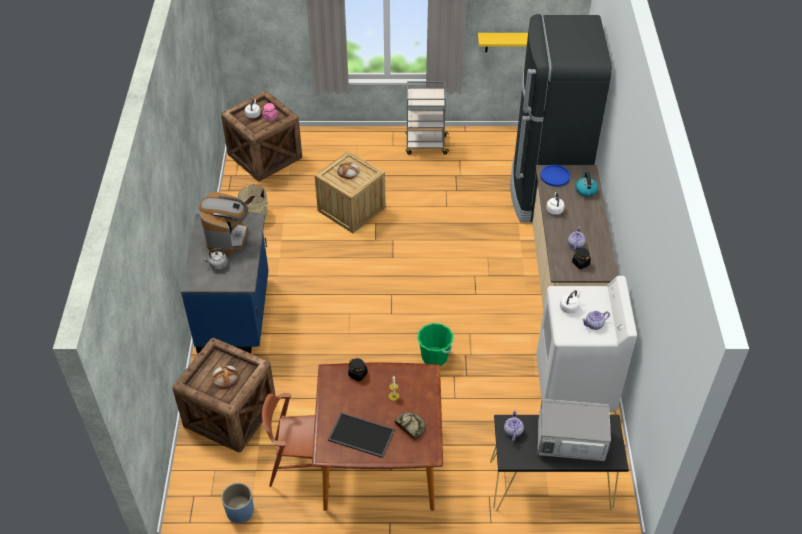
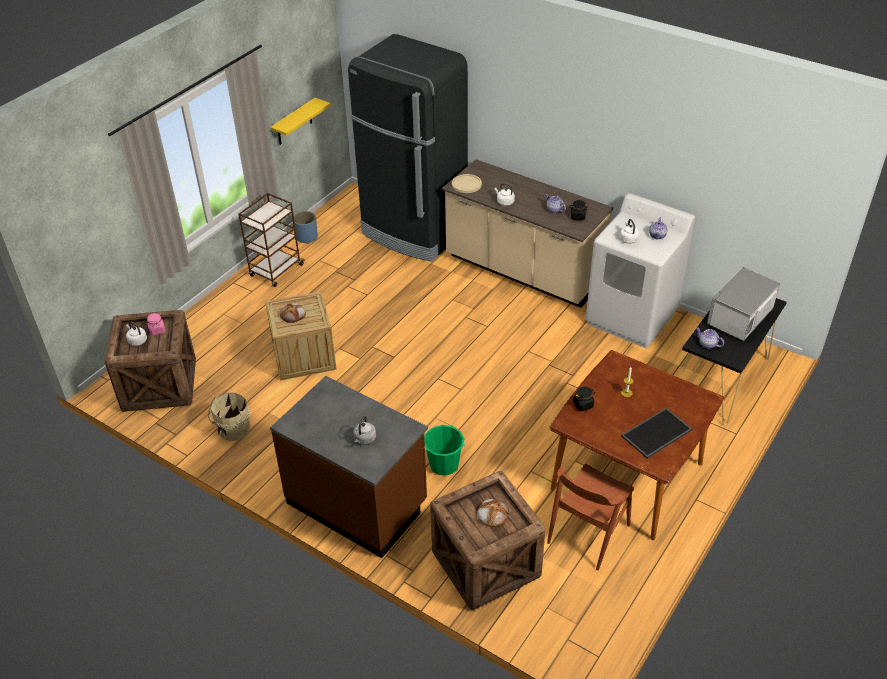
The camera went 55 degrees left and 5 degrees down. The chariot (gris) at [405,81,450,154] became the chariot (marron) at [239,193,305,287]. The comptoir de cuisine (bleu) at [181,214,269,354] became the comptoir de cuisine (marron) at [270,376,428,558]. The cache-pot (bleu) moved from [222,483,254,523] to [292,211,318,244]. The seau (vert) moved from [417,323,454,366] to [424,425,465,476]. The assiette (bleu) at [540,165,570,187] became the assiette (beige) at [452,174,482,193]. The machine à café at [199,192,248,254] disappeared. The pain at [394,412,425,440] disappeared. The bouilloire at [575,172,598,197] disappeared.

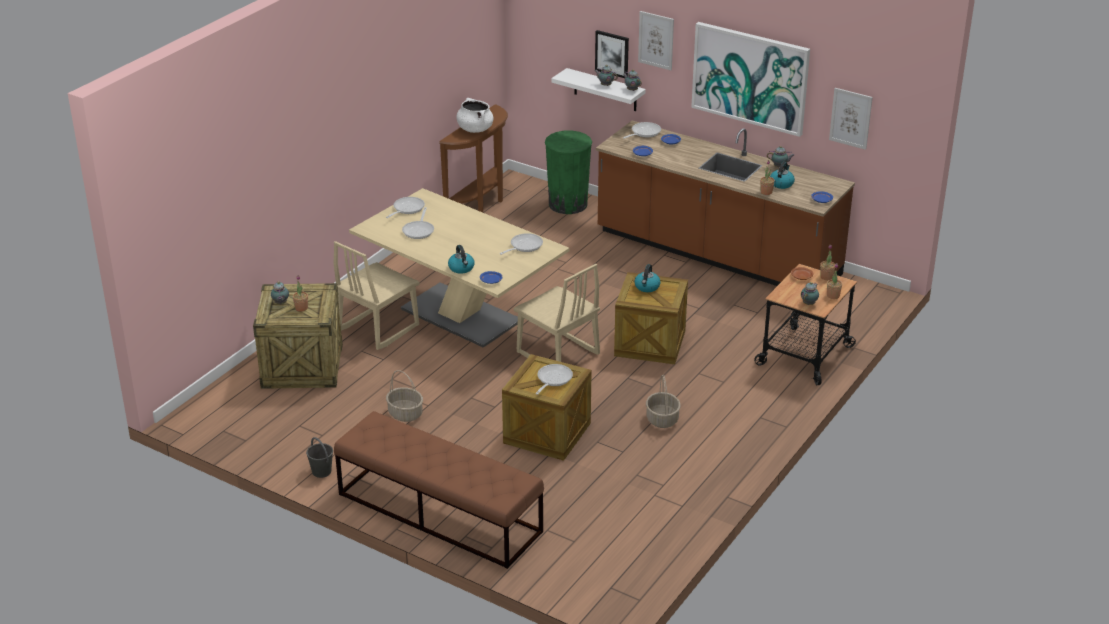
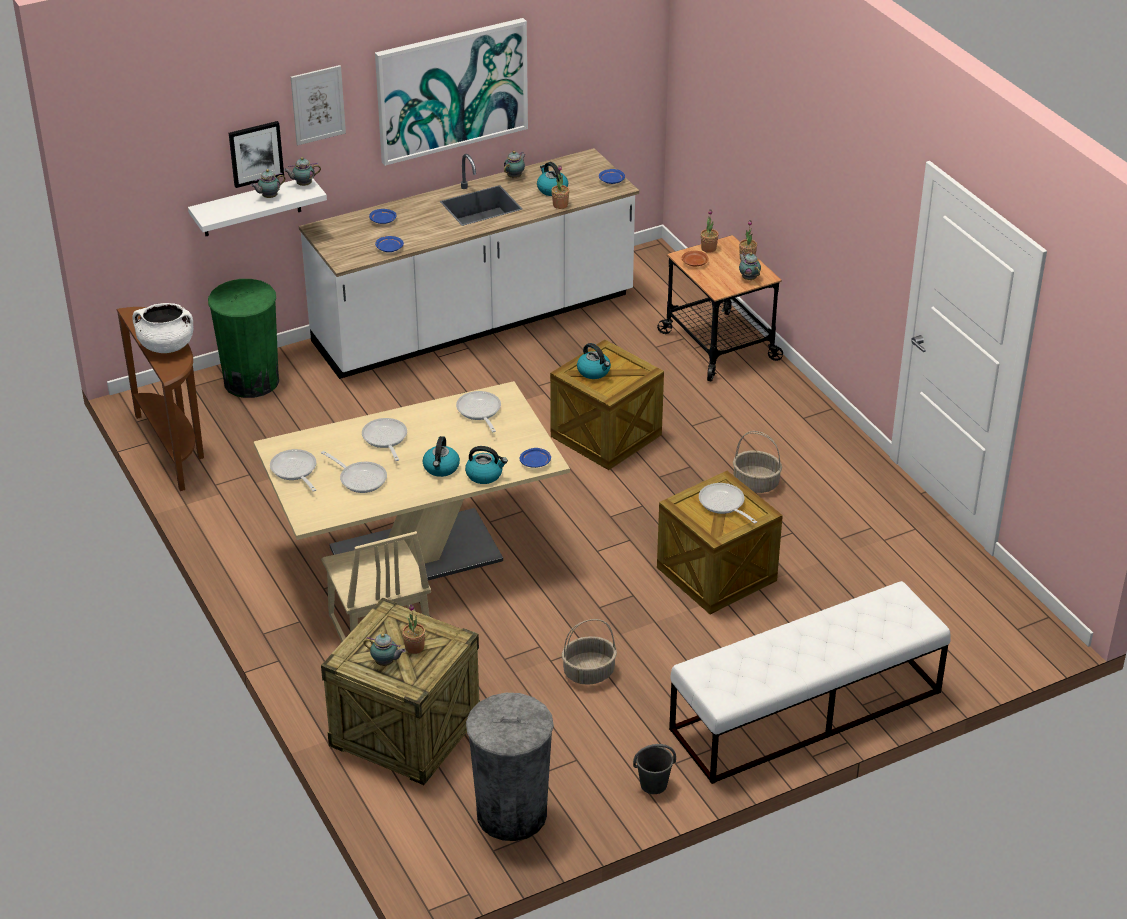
The camera went 60 degrees left and 5 degrees up. The comptoir de cuisine (marron) at [596,120,855,286] became the comptoir de cuisine (blanc) at [299,148,639,379]. The poêle moved from [623,122,661,139] to [362,418,407,461]. The bouilloire at [423,436,460,477] appeared. The poubelle (gris) at [466,693,554,841] appeared. The banc (marron) at [334,411,544,569] became the banc (blanc) at [669,581,951,784]. The chaise (beige) at [514,264,600,362] disappeared. The tableau at [829,88,873,150] disappeared.

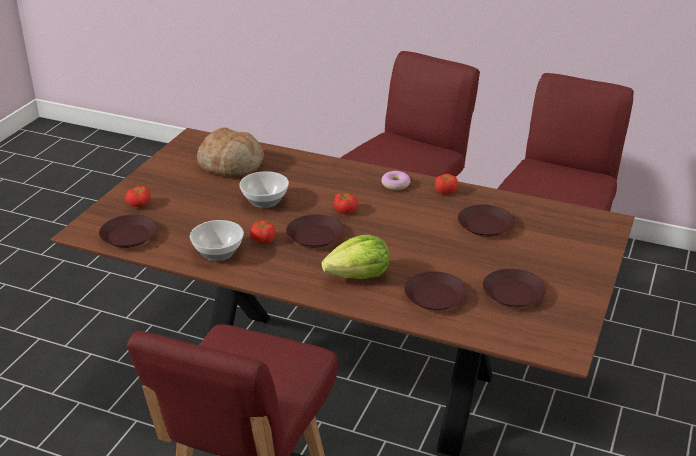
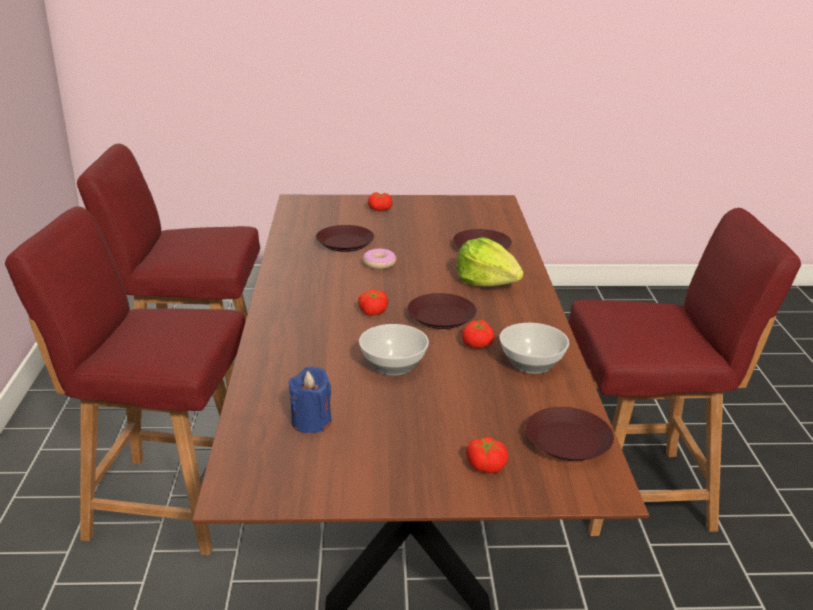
The camera went 115 degrees left and 5 degrees down. The pain at [197,127,264,177] was replaced by the bougie (bleu) at [288,366,332,433]. The beignet moved from [381,171,410,190] to [363,249,396,269]. The tomate moved from [435,174,458,194] to [368,192,393,211]. The assiette (marron) at [483,269,546,307] disappeared.

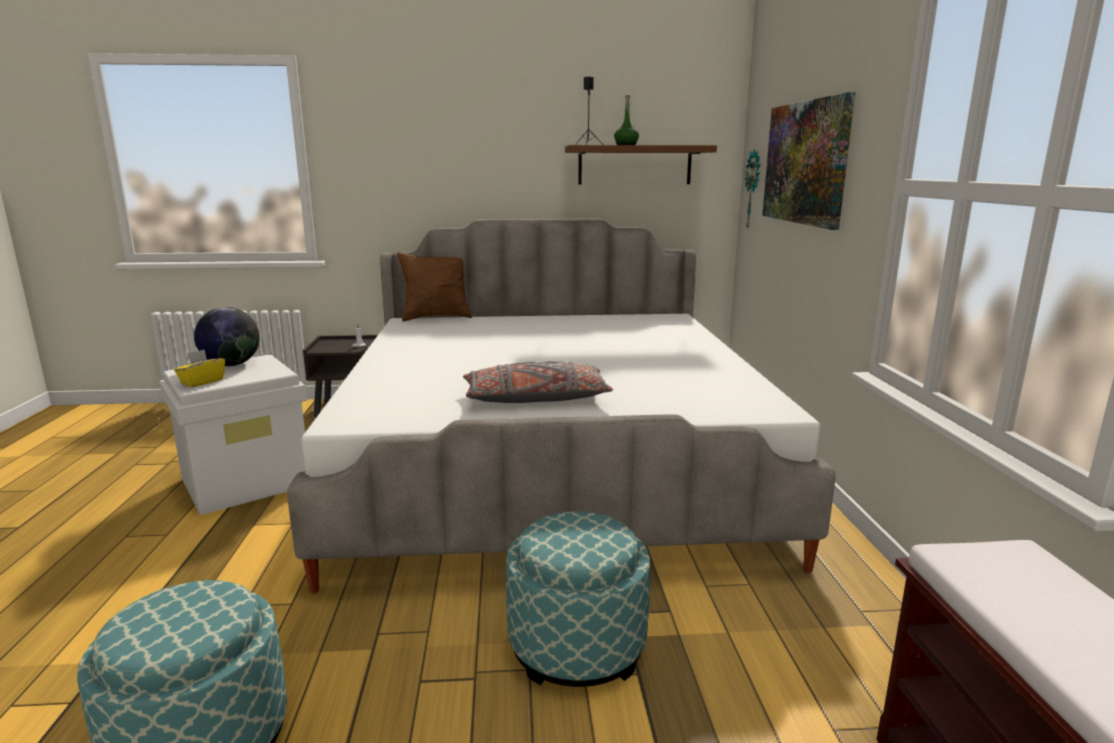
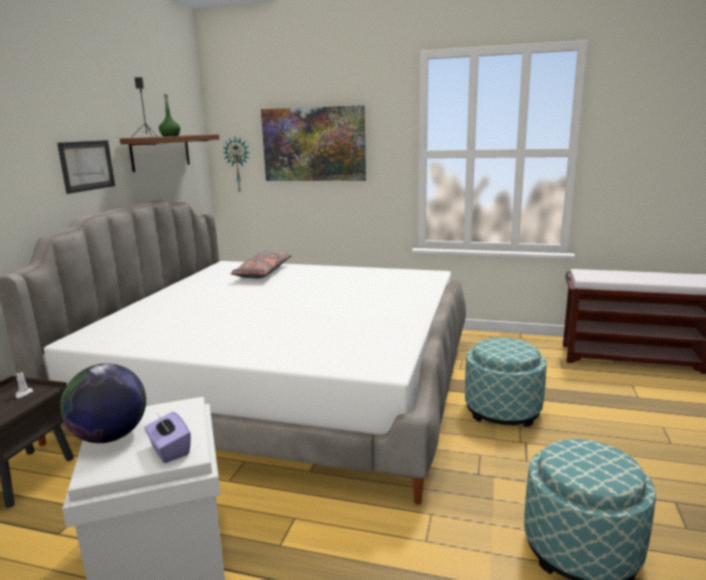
The camera went 70 degrees left and 0 degrees up. The tableau at [57,140,115,194] appeared. The boîte à mouchoirs (jaune) at [174,349,225,387] became the boîte à mouchoirs (violet) at [145,412,191,463]. The coussin (gris) moved from [463,361,613,403] to [231,251,292,279]. The coussin (marron) at [397,252,472,322] disappeared.

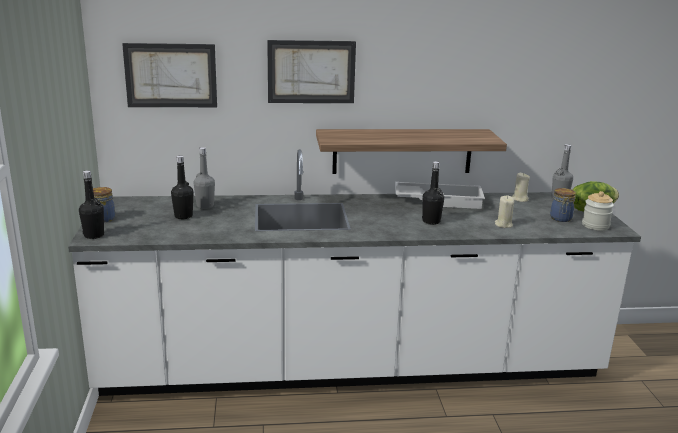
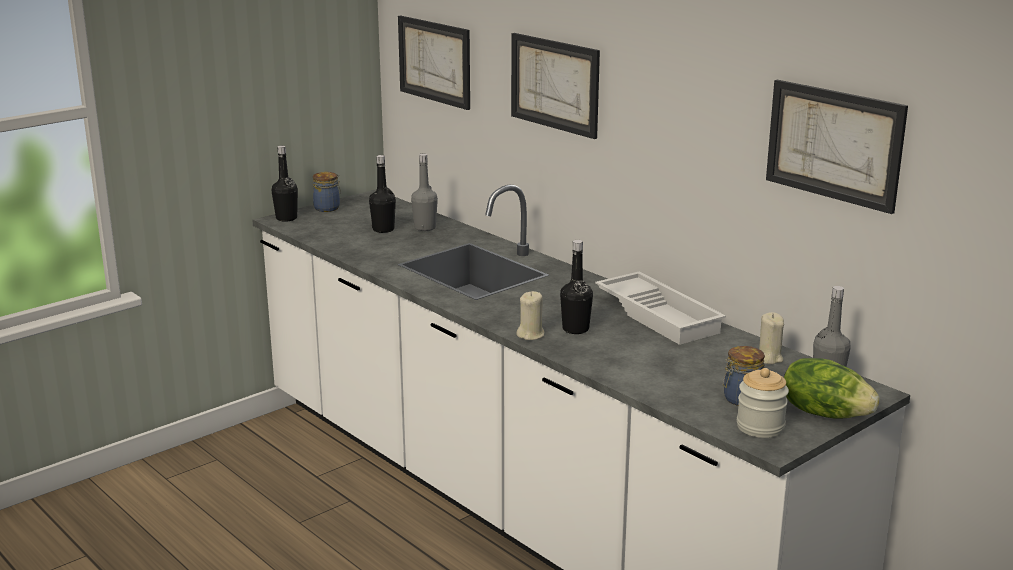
The camera went 55 degrees right and 0 degrees up. The bougie (beige) moved from [495,196,514,228] to [516,291,545,340]. The tableau at [766,80,908,214] appeared. The étagère at [316,129,507,174] disappeared.

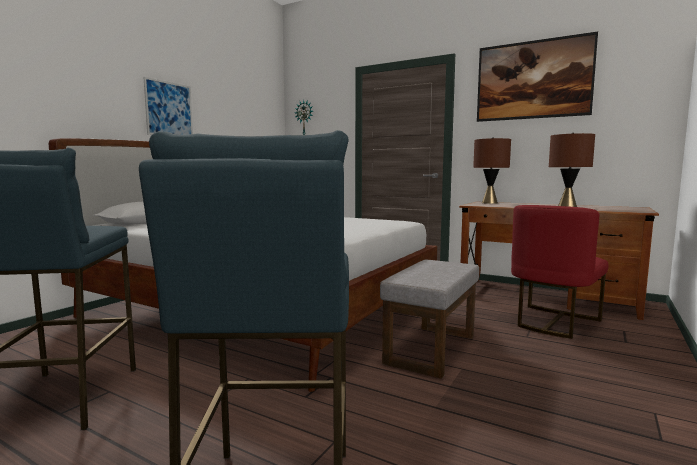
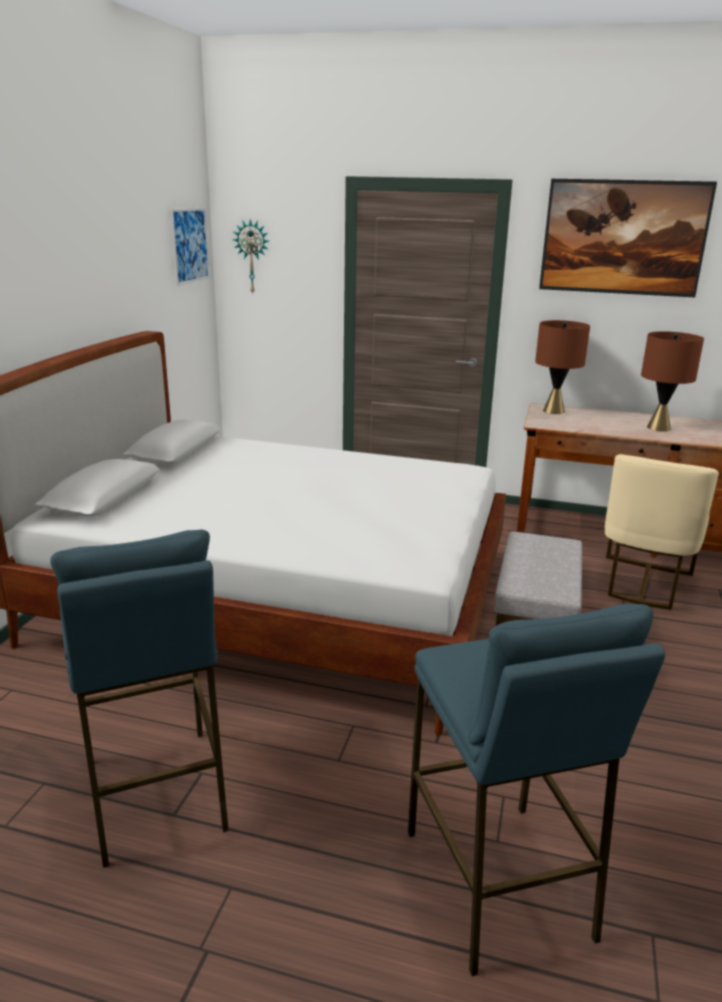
The camera went 15 degrees left and 15 degrees up. The tableau moved from [144,77,193,135] to [170,207,210,286]. The chaise (rouge) at [511,205,609,339] became the chaise (beige) at [605,454,719,610].

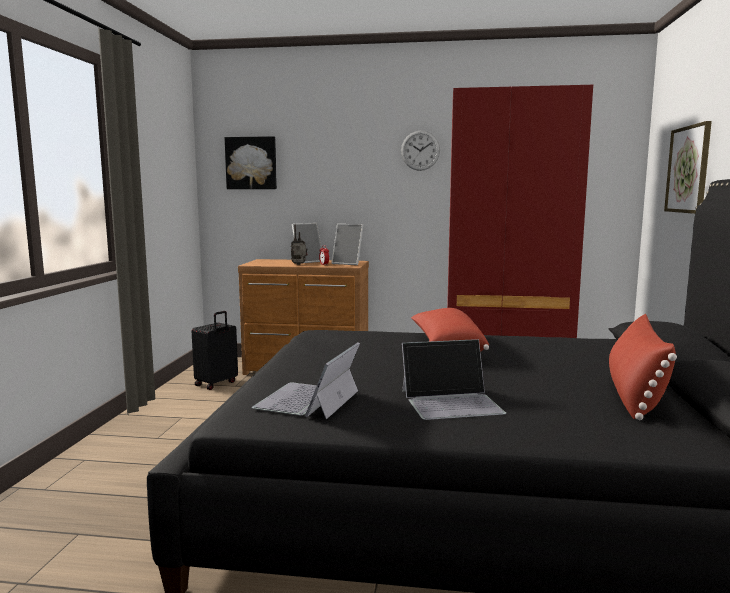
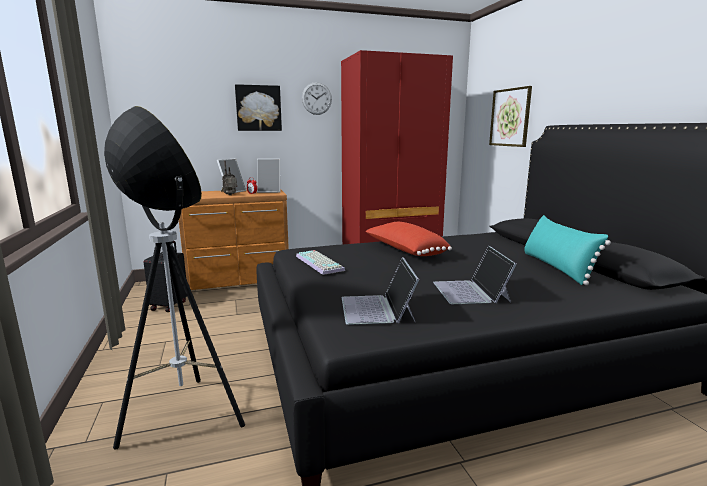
The camera went 25 degrees left and 5 degrees up. The lampadaire at [104,106,245,450] appeared. The tableau moved from [225,136,277,189] to [235,84,282,131]. The clavier at [296,250,345,275] appeared. The ordinateur portable at [402,339,506,420] turned 120 degrees clockwise. The coussin (rouge) at [609,314,677,420] became the coussin (turquoise) at [524,215,611,285].

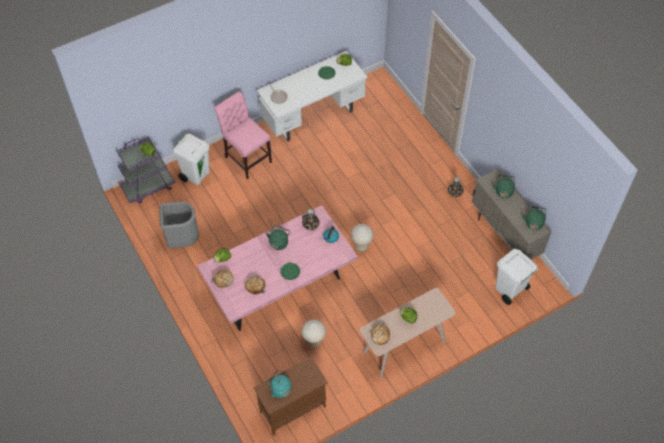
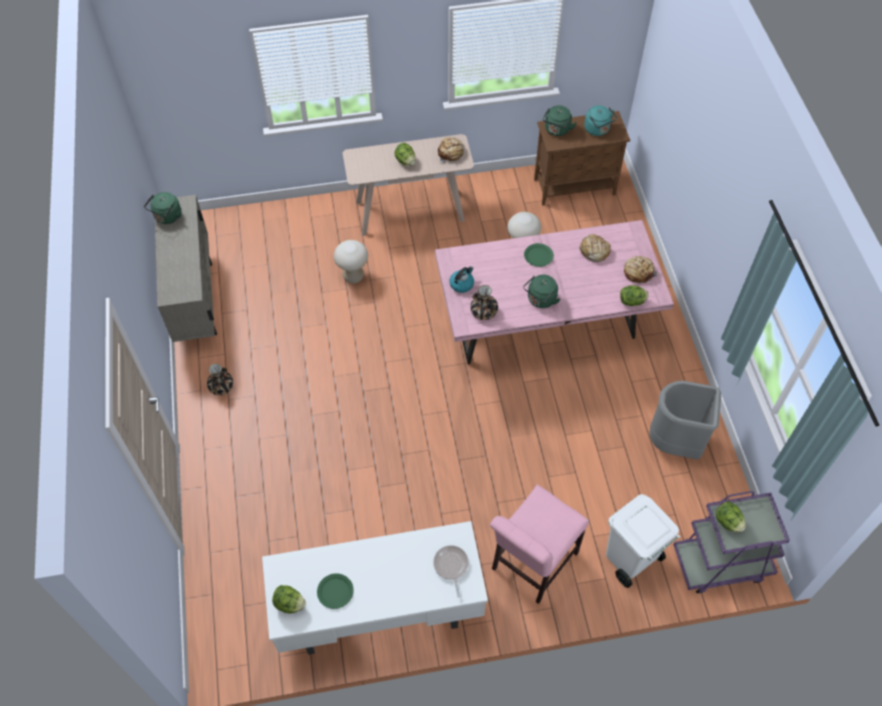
The camera went 160 degrees left and 0 degrees up. The tabouret (beige) moved from [351,224,374,252] to [334,240,368,284]. The chaise (rose) at [214,92,272,179] turned 60 degrees clockwise. The bouilloire (vert) moved from [493,175,515,198] to [543,105,577,136]. The poubelle (blanc) at [495,249,538,305] disappeared.

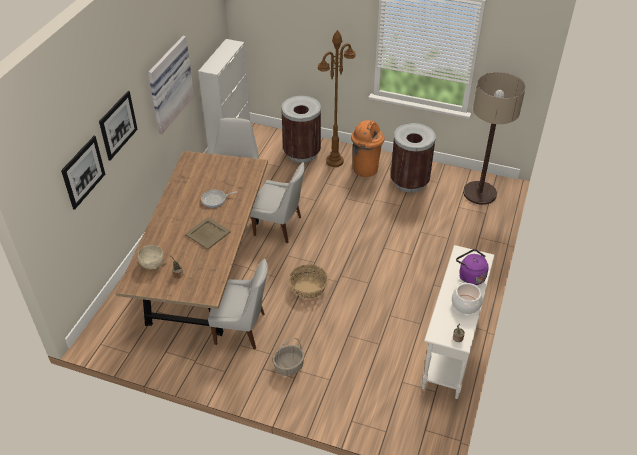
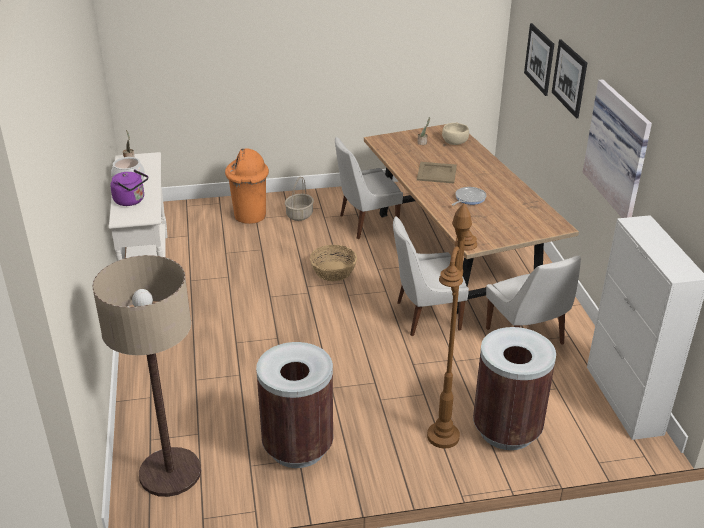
The camera went 150 degrees right and 10 degrees down. The poubelle (orange) moved from [351,120,385,177] to [225,148,269,224].

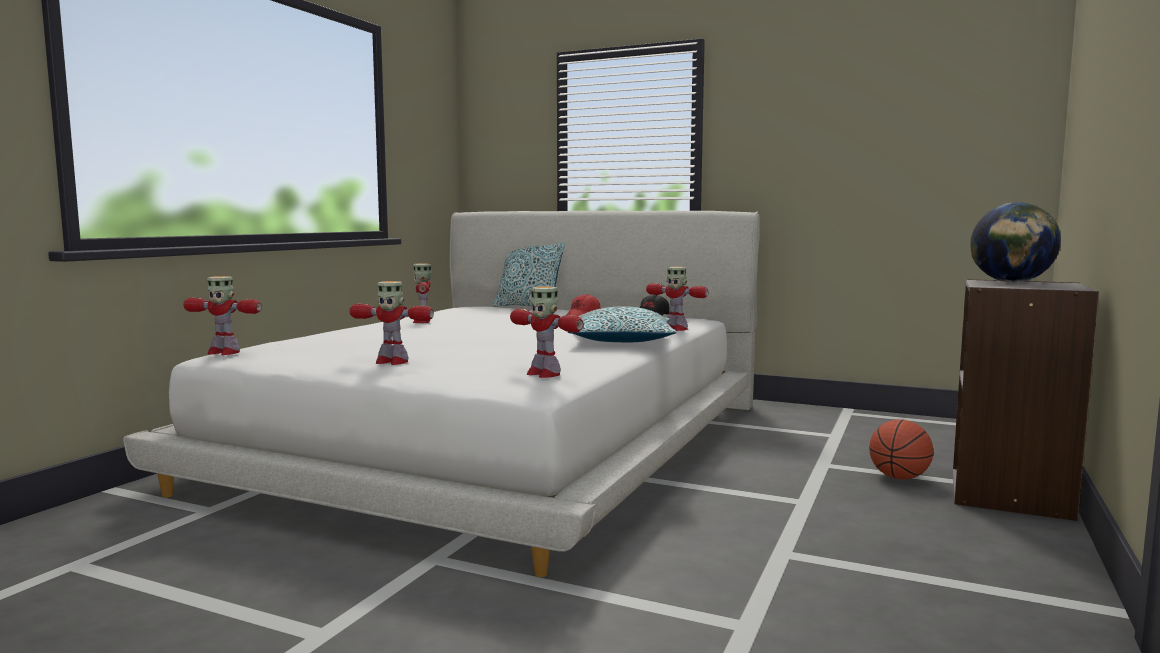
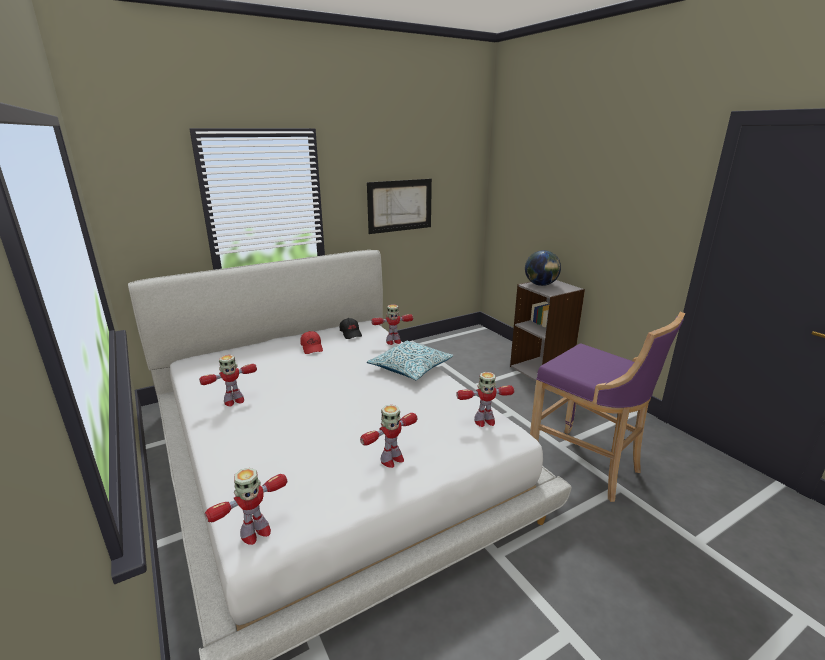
The camera went 55 degrees left and 15 degrees up. The robot jouet at [413,263,432,323] turned 60 degrees counterclockwise. The tableau at [367,179,432,234] appeared. The tabouret (violet) at [530,312,685,502] appeared. The coussin at [493,243,565,307] disappeared. The ballon de basket at [869,419,933,480] disappeared.

